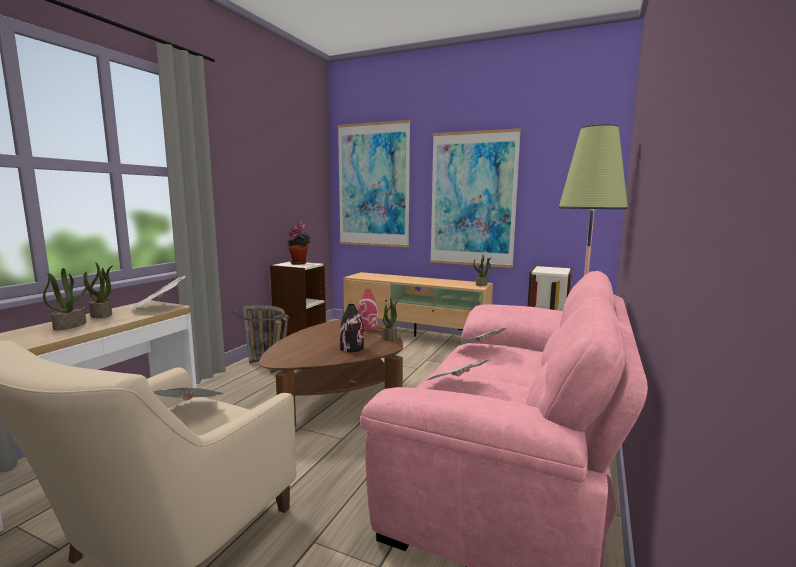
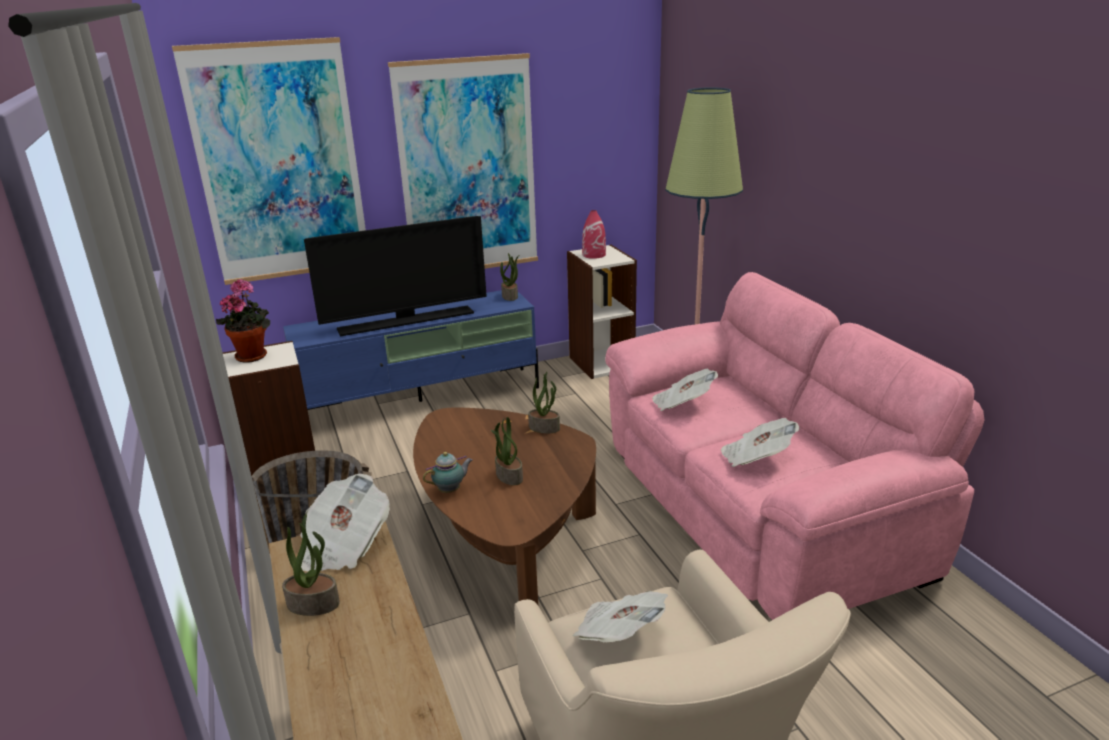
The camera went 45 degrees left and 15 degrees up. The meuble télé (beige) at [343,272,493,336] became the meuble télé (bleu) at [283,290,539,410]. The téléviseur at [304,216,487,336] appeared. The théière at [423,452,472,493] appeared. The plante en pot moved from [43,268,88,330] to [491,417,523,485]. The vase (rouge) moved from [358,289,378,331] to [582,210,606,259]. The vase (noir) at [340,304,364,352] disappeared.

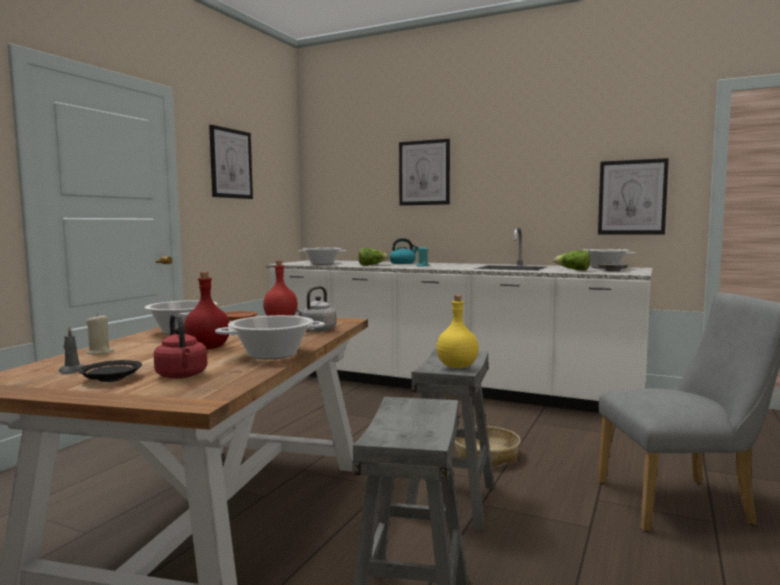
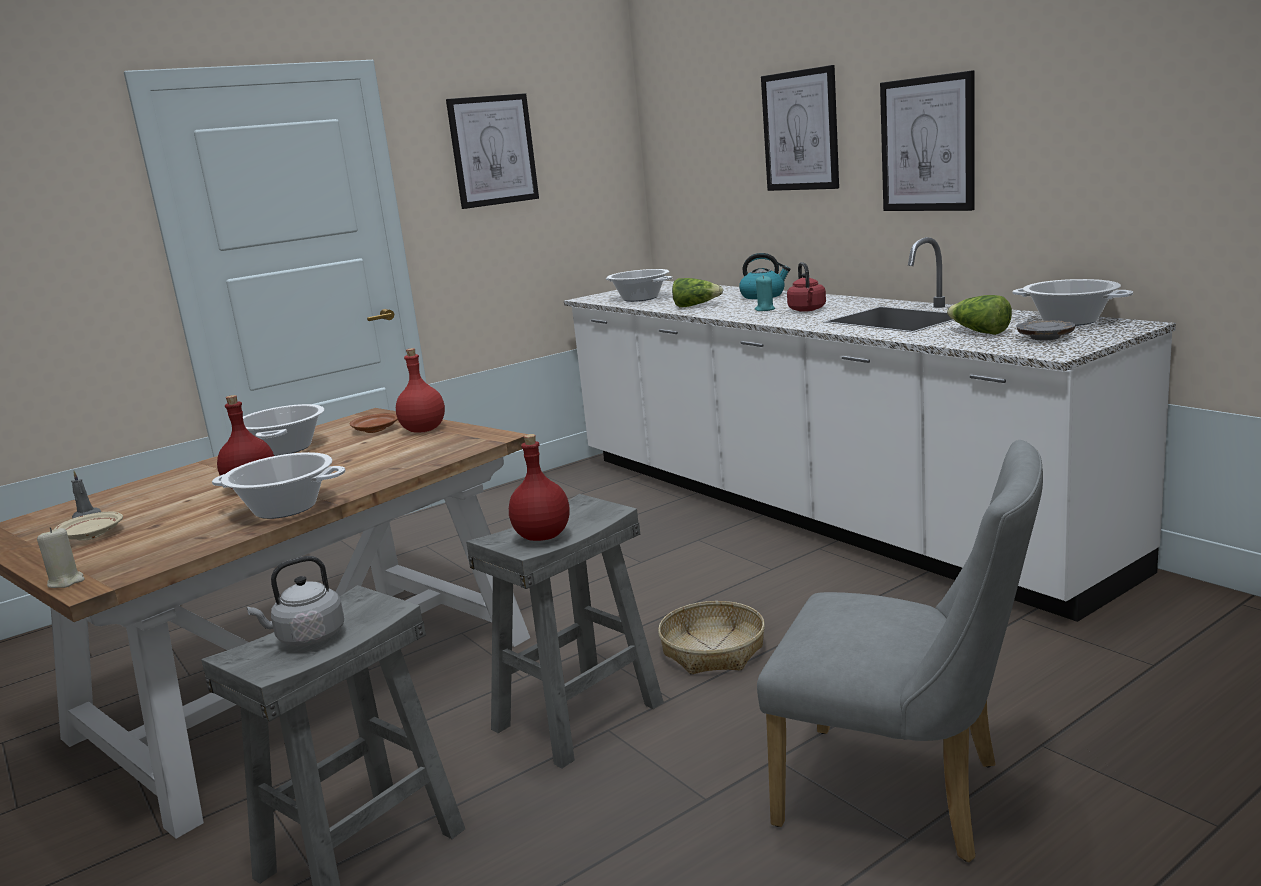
The camera went 30 degrees right and 10 degrees up. The bougie (beige) moved from [86,314,114,354] to [37,527,85,588]. The assiette (noir) at [78,360,142,382] became the assiette (beige) at [55,512,123,541]. The bouilloire (gris) moved from [295,286,337,332] to [247,556,344,646]. The bouteille (jaune) at [436,295,479,368] became the bouteille (rouge) at [509,434,570,541]. The bouilloire (rouge) moved from [154,314,208,379] to [787,262,826,312]. The tableau moved from [598,158,669,235] to [880,70,975,211].

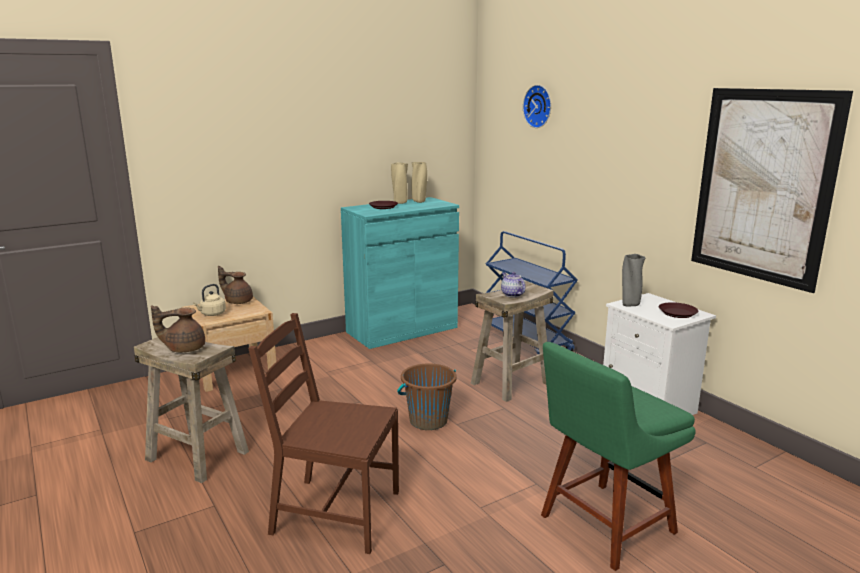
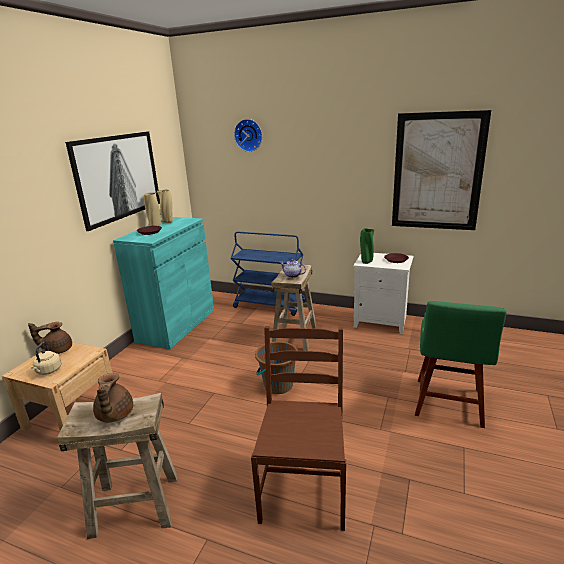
The camera went 35 degrees left and 5 degrees up. The tableau at [65,131,160,231] appeared. The théière (marron) at [151,305,205,352] turned 45 degrees counterclockwise. The chaise (marron) at [248,313,399,554] turned 120 degrees clockwise. The vase (gris) at [622,254,646,307] became the vase (vert) at [360,228,374,264].

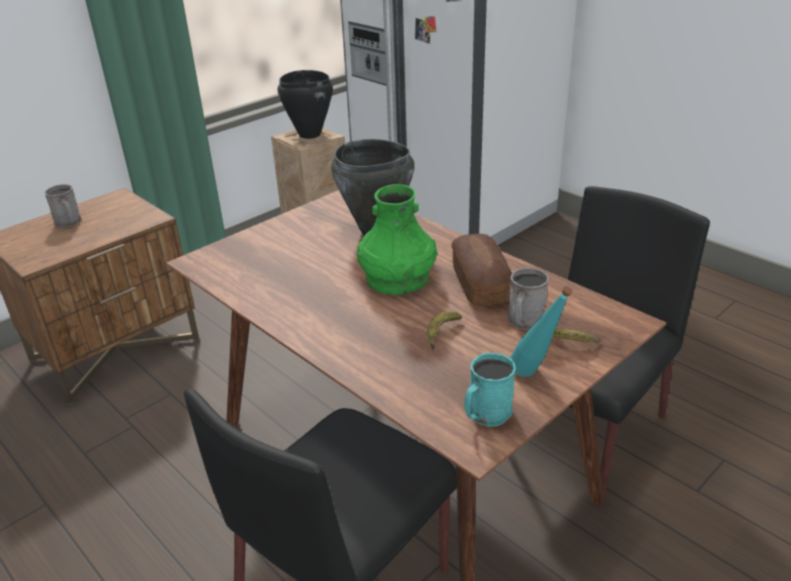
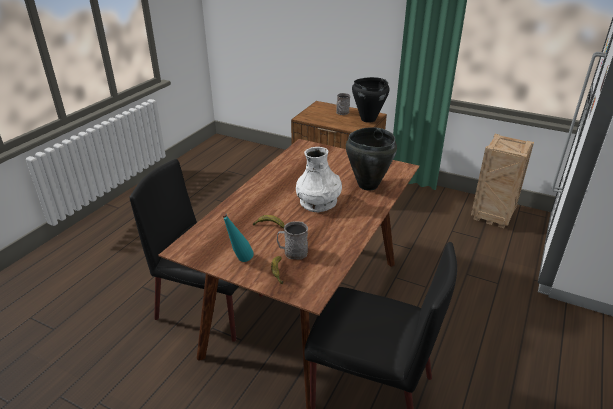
The camera went 70 degrees right and 0 degrees up. The vase (vert) at [357,184,437,295] became the vase (blanc) at [296,147,342,212]. The marmite (noir) moved from [278,70,333,139] to [352,77,389,123]. The pain at [451,234,512,306] disappeared. The mug (turquoise) at [464,353,516,427] disappeared.

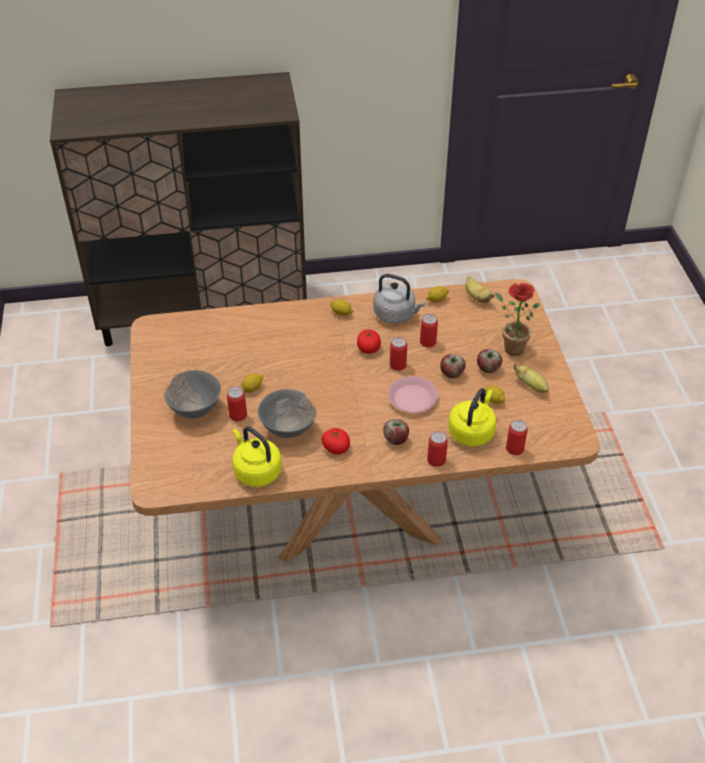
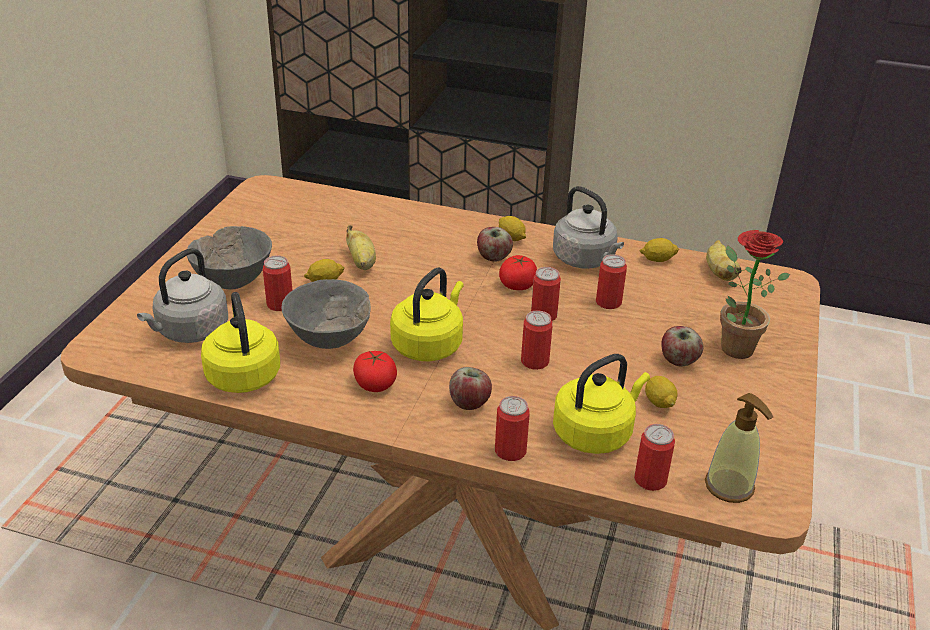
The camera went 25 degrees right and 10 degrees down. The bouilloire (gris) at [137,248,228,343] appeared. The banane moved from [513,363,549,393] to [346,225,376,270]. The bouilloire (jaune) at [390,267,464,361] appeared. The pomme moved from [440,354,466,378] to [477,227,513,262]. The assiette (rose) at [388,376,438,413] was replaced by the boîte métallique at [521,310,553,370]. The distributeur de savon at [705,393,773,503] appeared.

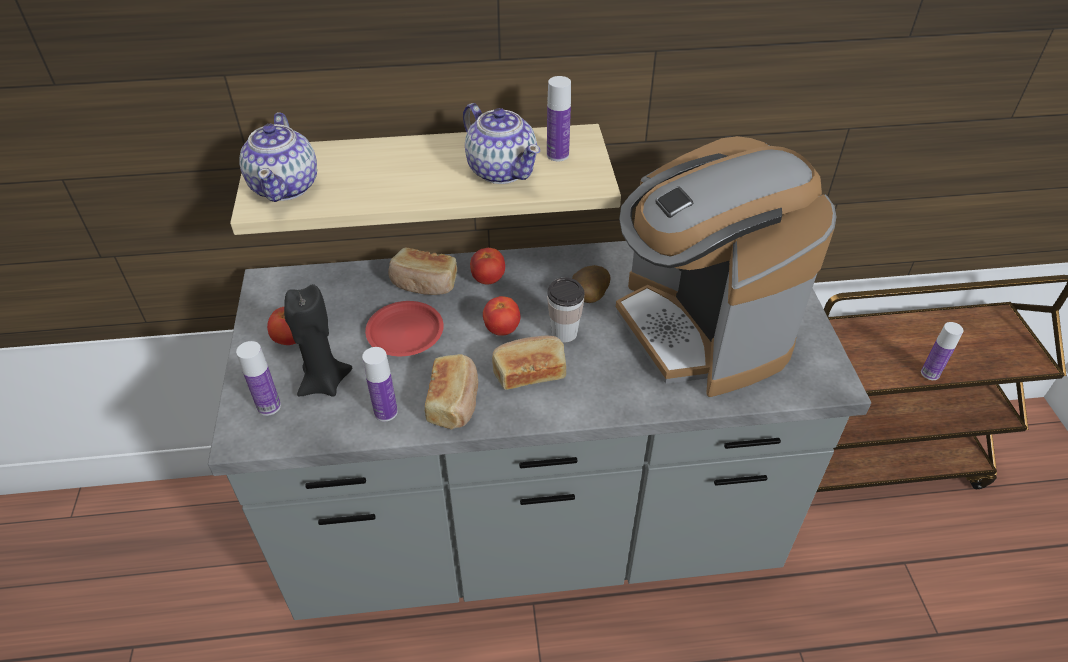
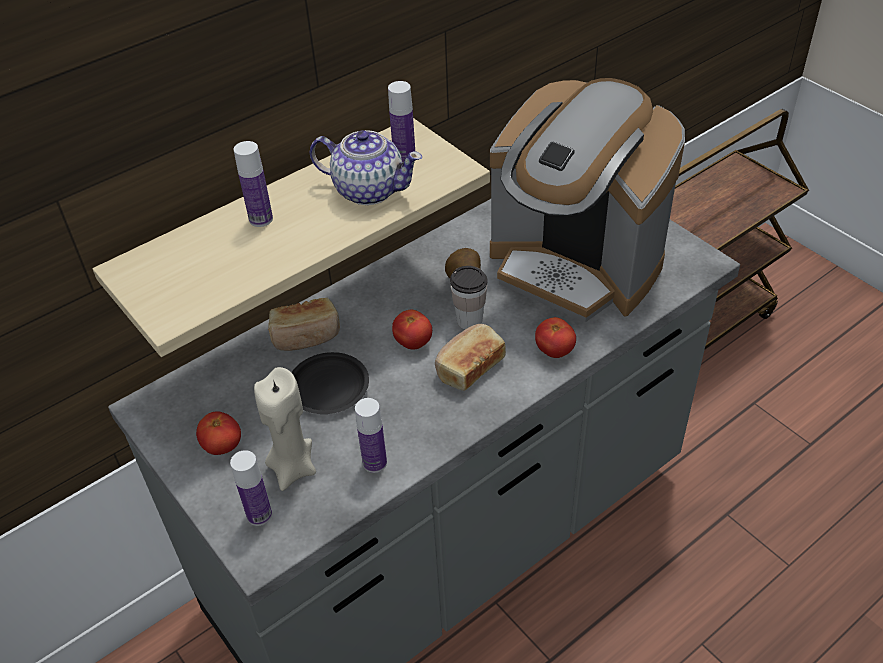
The camera went 30 degrees left and 0 degrees up. The bouteille moved from [921,322,963,380] to [234,141,273,227]. The bougie (noir) at [284,284,352,397] became the bougie (beige) at [254,367,316,491]. The assiette (rouge) at [365,301,444,356] became the assiette (noir) at [292,352,369,414]. The tomate moved from [470,248,505,284] to [535,317,576,358]. The théière at [239,113,317,202] disappeared. The pain at [425,354,478,429] disappeared.

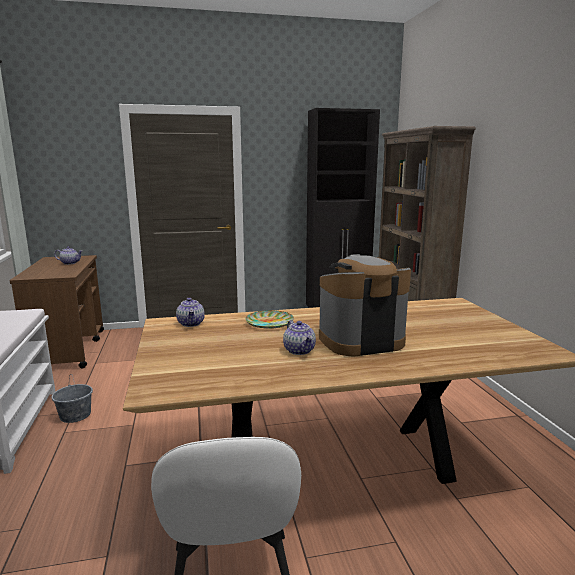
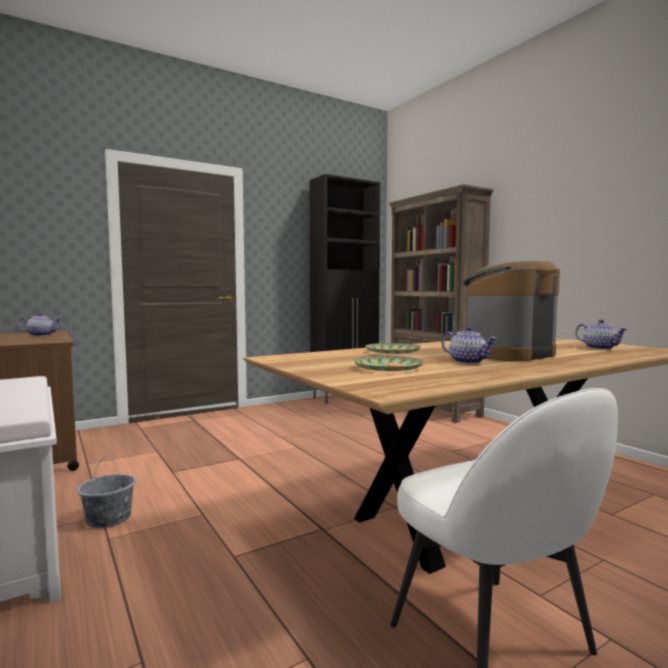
The camera went 20 degrees left and 10 degrees down. The assiette at [354,356,423,371] appeared. The théière moved from [176,298,205,327] to [576,319,627,350].

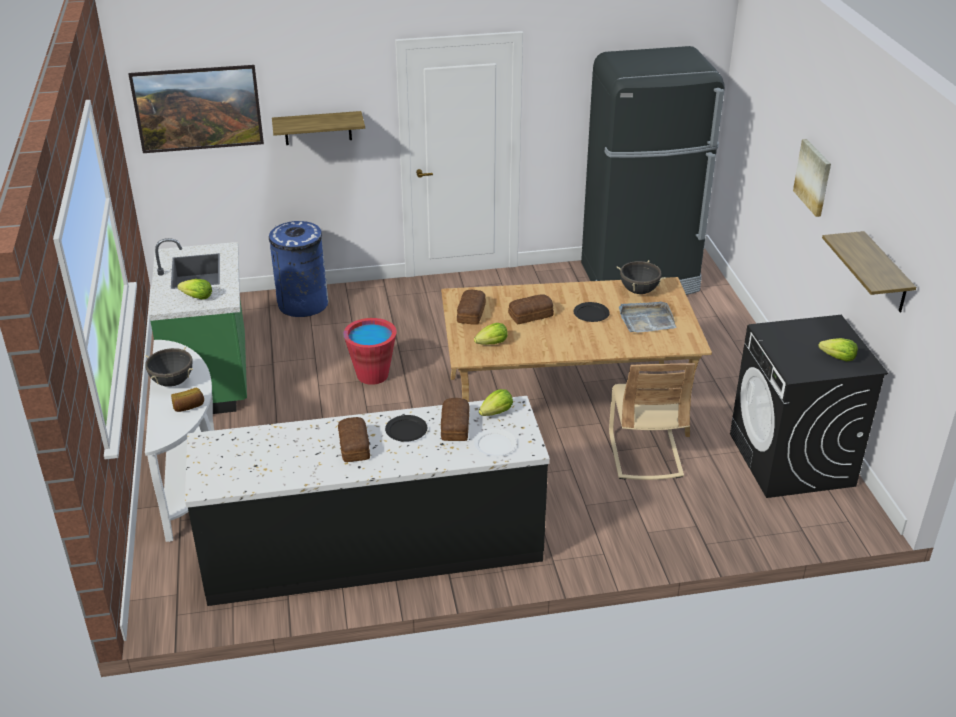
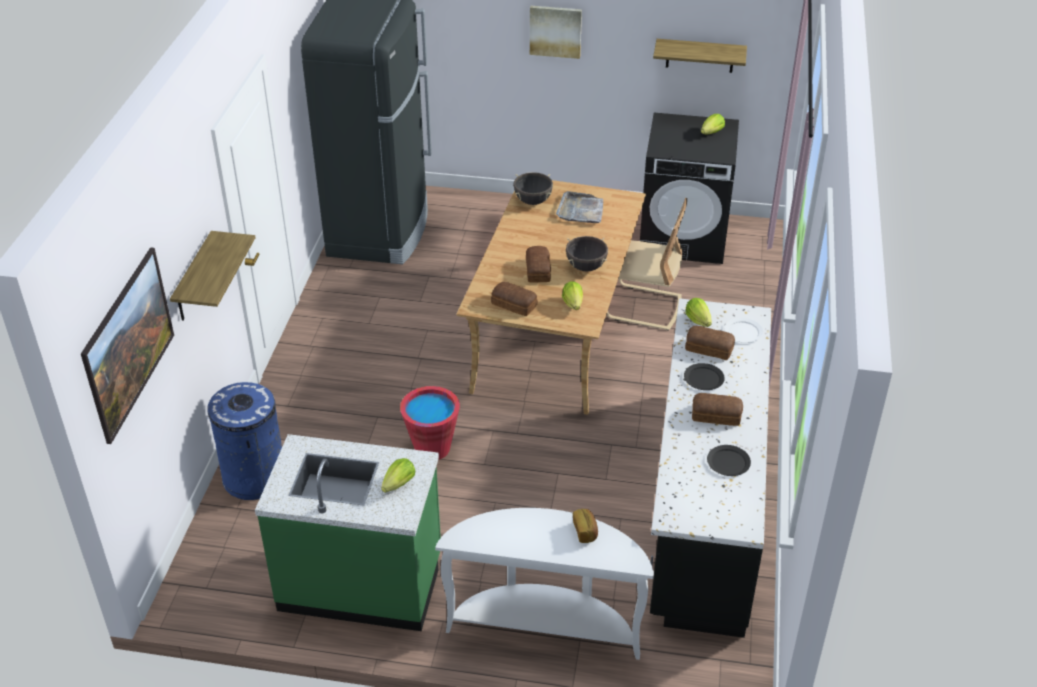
The camera went 70 degrees left and 5 degrees up. The marmite (noir) moved from [145,347,193,387] to [566,236,608,271]. The assiette (noir) moved from [573,302,610,322] to [707,445,751,476].

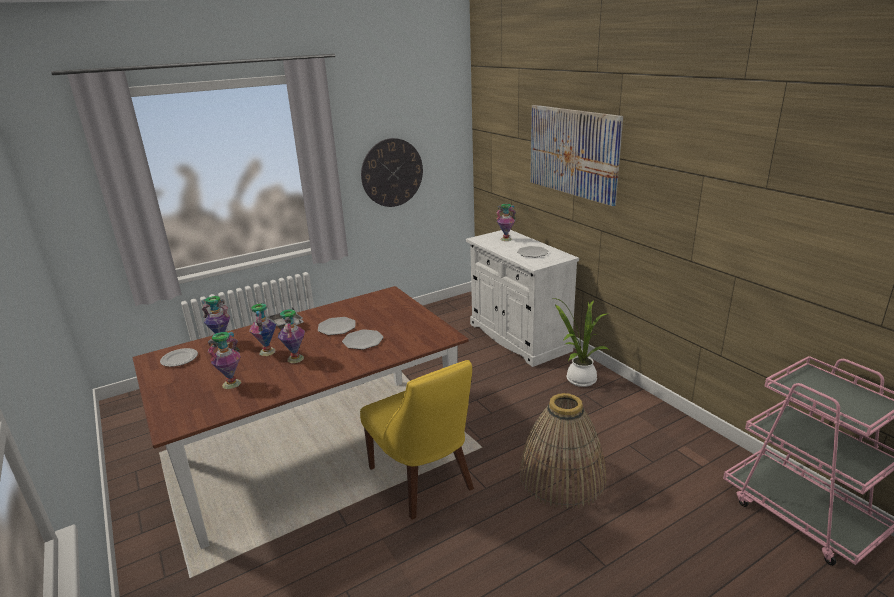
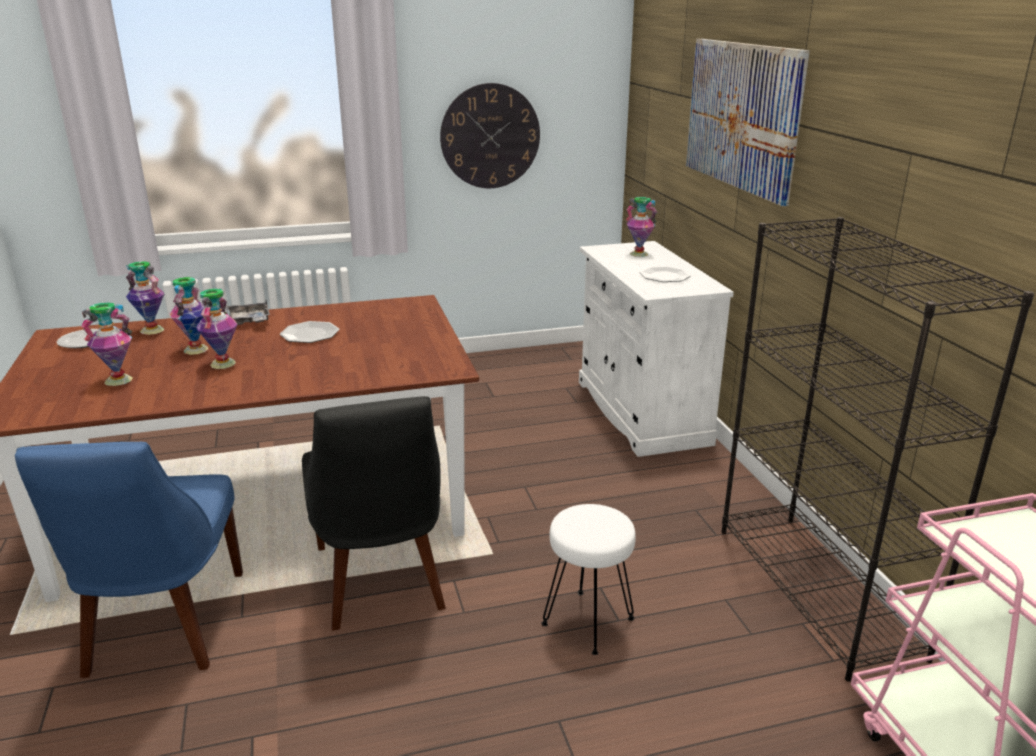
The camera went 15 degrees right and 0 degrees up. The chaise (bleu) at [15,442,243,678] appeared. The chaise (jaune) at [360,360,474,520] became the chaise (noir) at [302,396,446,630]. The panier at [519,393,606,509] was replaced by the tabouret (blanc) at [541,504,636,655]. The bibliothèque (noir) at [722,217,1034,682] appeared. The assiette at [342,329,384,350] disappeared. The plante en pot at [553,298,609,387] disappeared.

